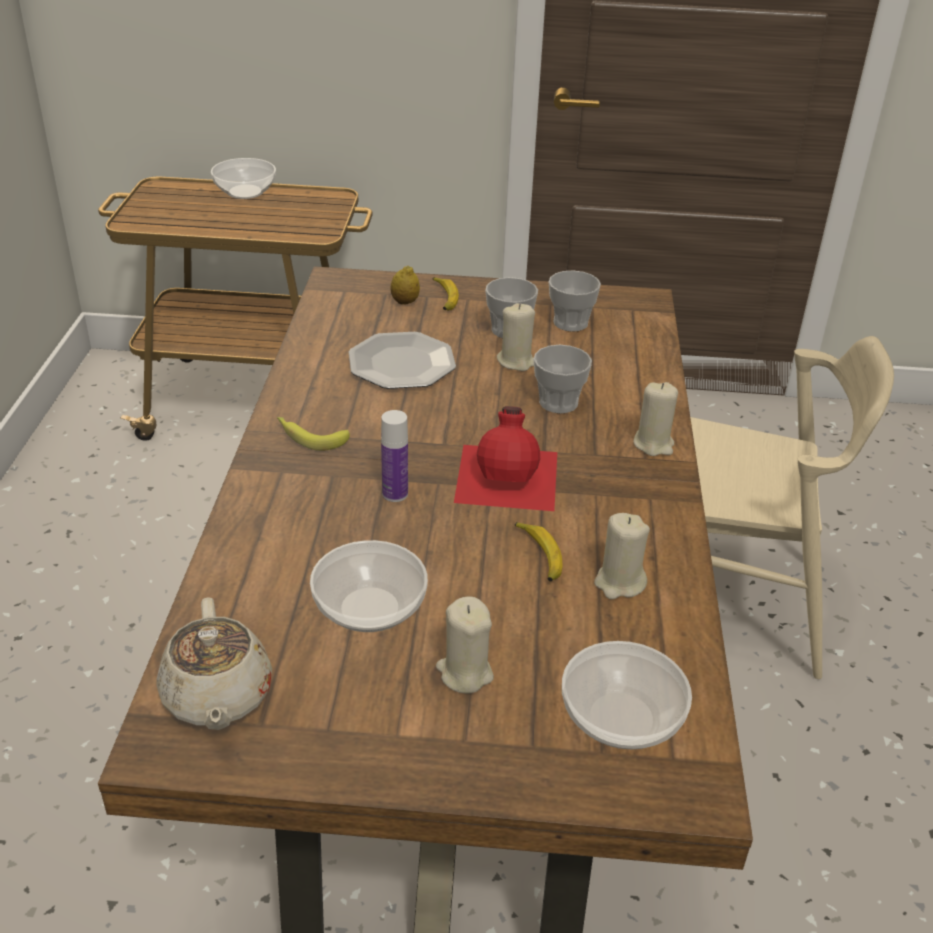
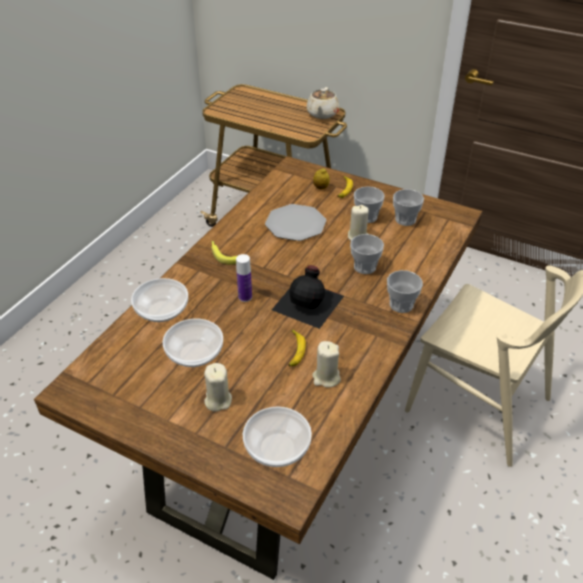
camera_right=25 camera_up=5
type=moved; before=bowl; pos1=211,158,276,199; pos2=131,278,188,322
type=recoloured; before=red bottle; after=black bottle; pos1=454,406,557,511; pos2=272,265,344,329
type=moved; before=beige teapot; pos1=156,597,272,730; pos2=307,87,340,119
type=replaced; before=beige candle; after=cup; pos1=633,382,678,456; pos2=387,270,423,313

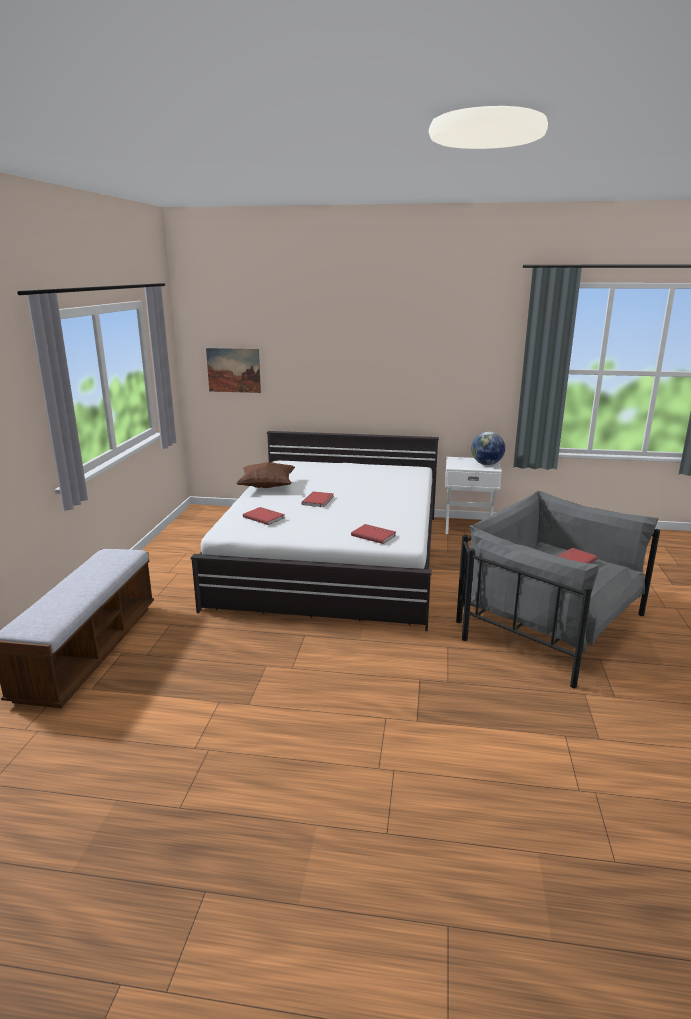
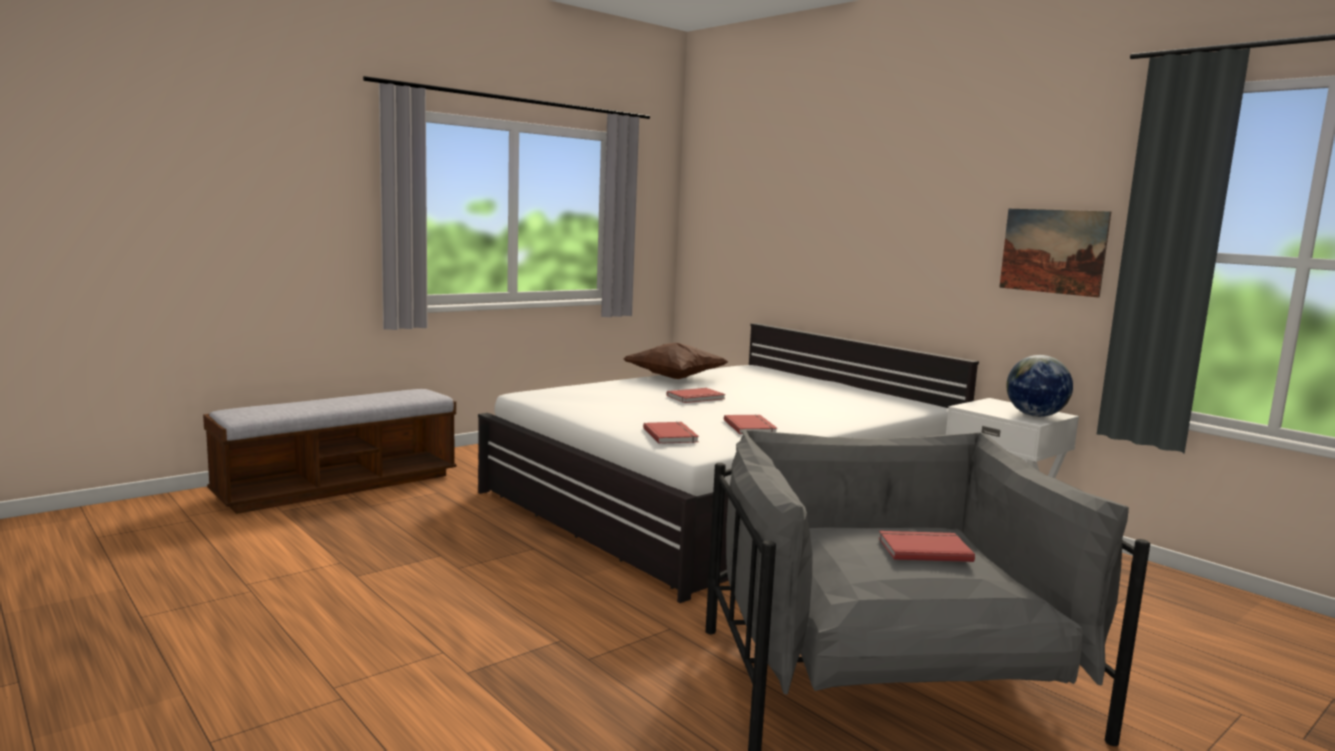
camera_right=40 camera_up=-10
type=moved; before=red book; pos1=243,507,285,525; pos2=724,414,777,434
type=moved; before=picture; pos1=206,348,261,393; pos2=999,209,1111,298

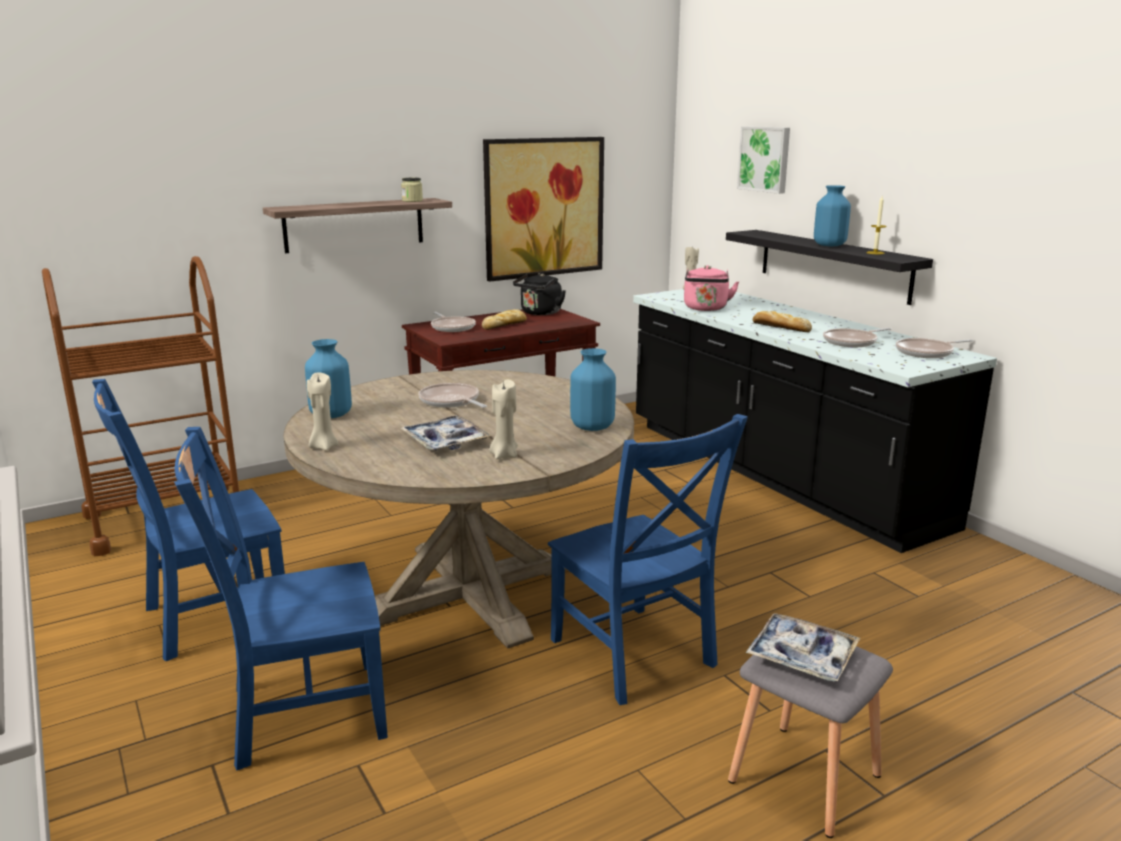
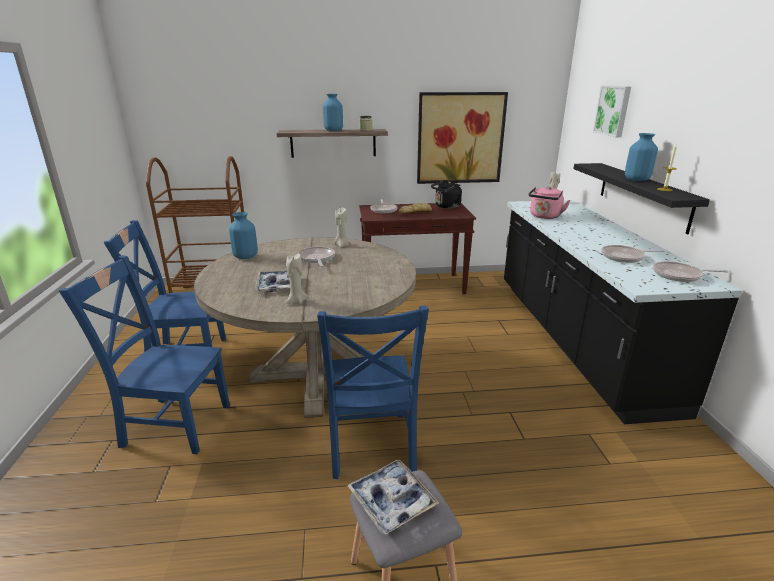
camera_right=25 camera_up=5
type=moved; before=blue vase; pos1=570,348,616,431; pos2=323,94,343,131
type=moved; before=beige candle; pos1=307,373,338,450; pos2=334,207,349,247
type=removed; before=bread; pos1=753,311,812,332

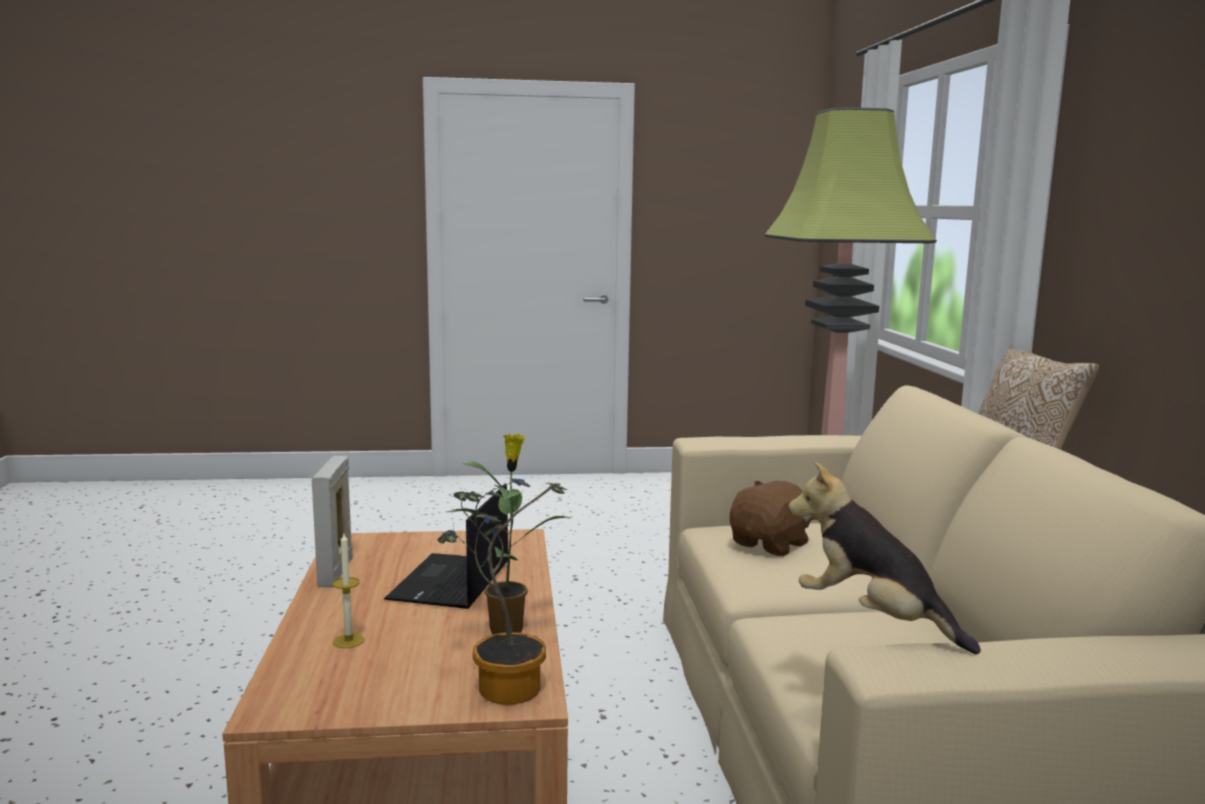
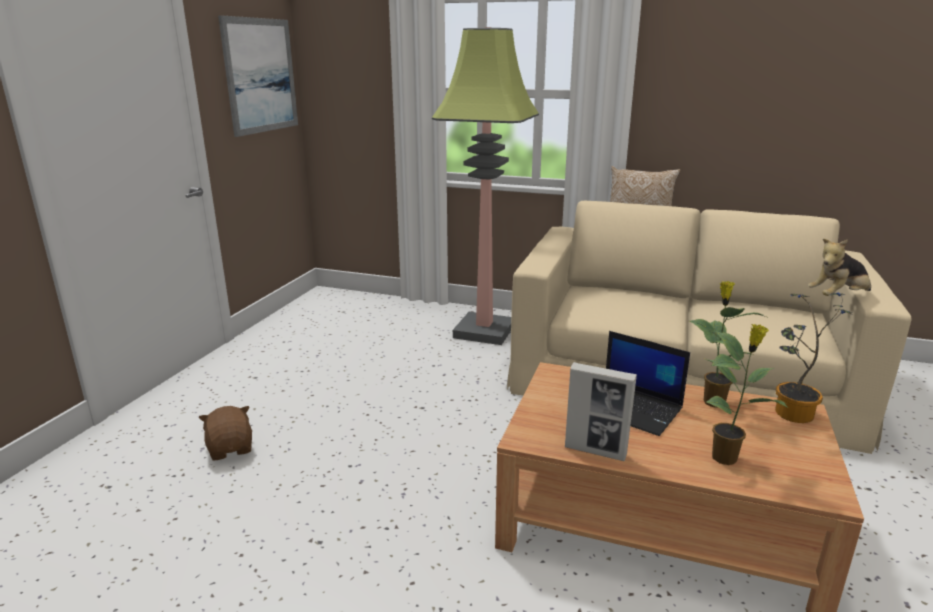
camera_right=-65 camera_up=10
type=moved; before=brown plush toy; pos1=730,481,811,556; pos2=199,406,252,460
type=added; after=picture; pos2=218,15,298,137
type=replaced; before=candle; after=potted plant; pos1=332,533,364,648; pos2=705,324,788,465

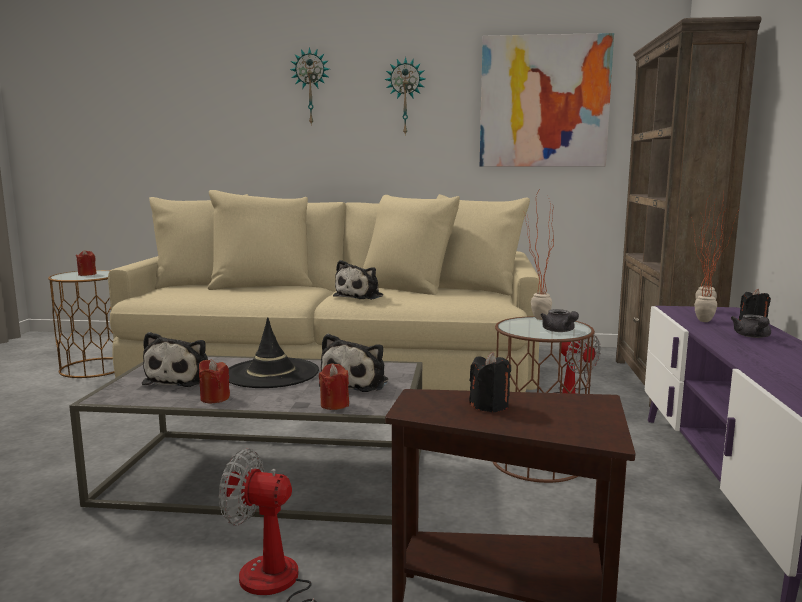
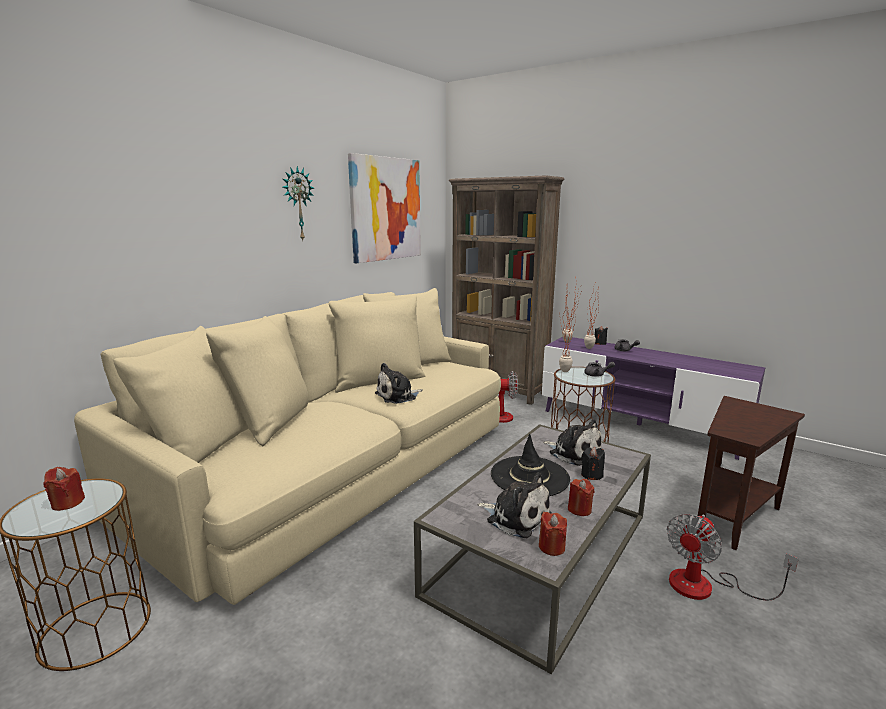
camera_right=-60 camera_up=5
type=turned; before=plush toy; pos1=333,260,383,300; pos2=375,363,423,404; turn=90
type=moved; before=red candle; pos1=318,363,349,410; pos2=539,512,567,556
type=moved; before=black candle; pos1=469,352,511,412; pos2=581,447,605,480
type=removed; before=wall clock; pos1=290,47,329,126

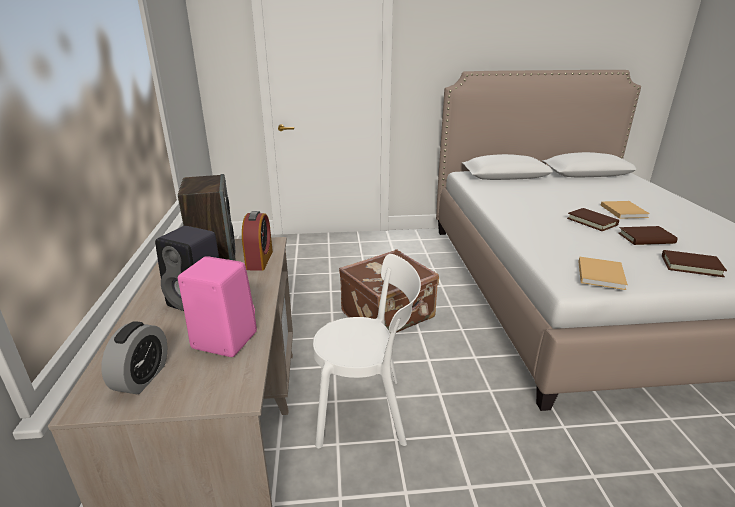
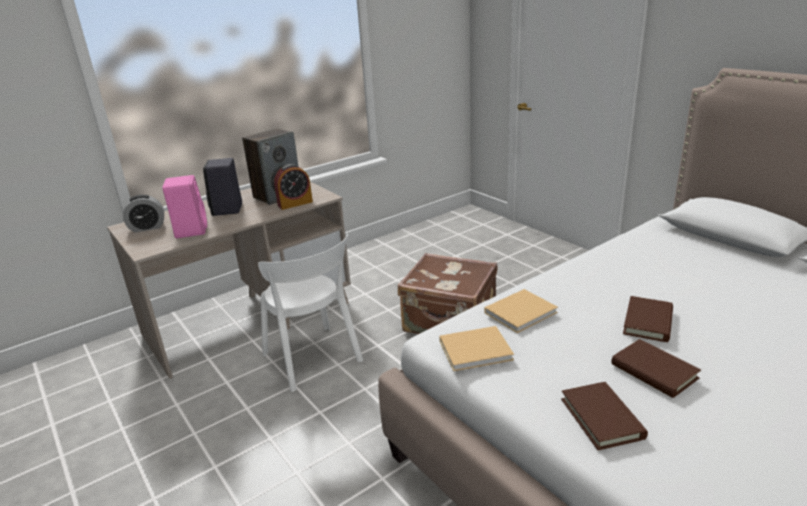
camera_right=60 camera_up=0
type=moved; before=beige book; pos1=600,201,650,219; pos2=484,289,558,333

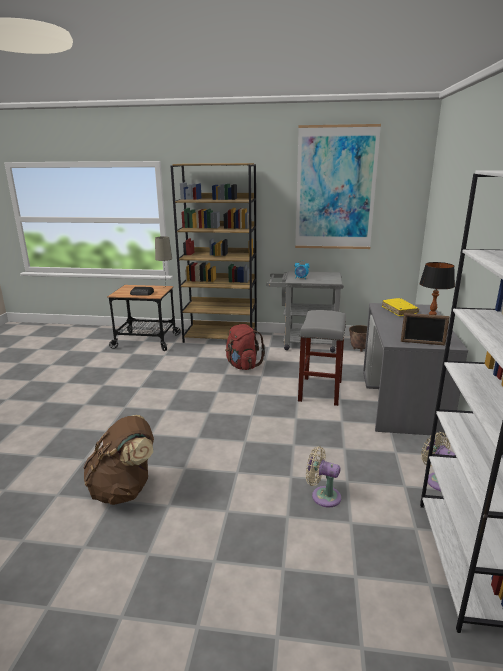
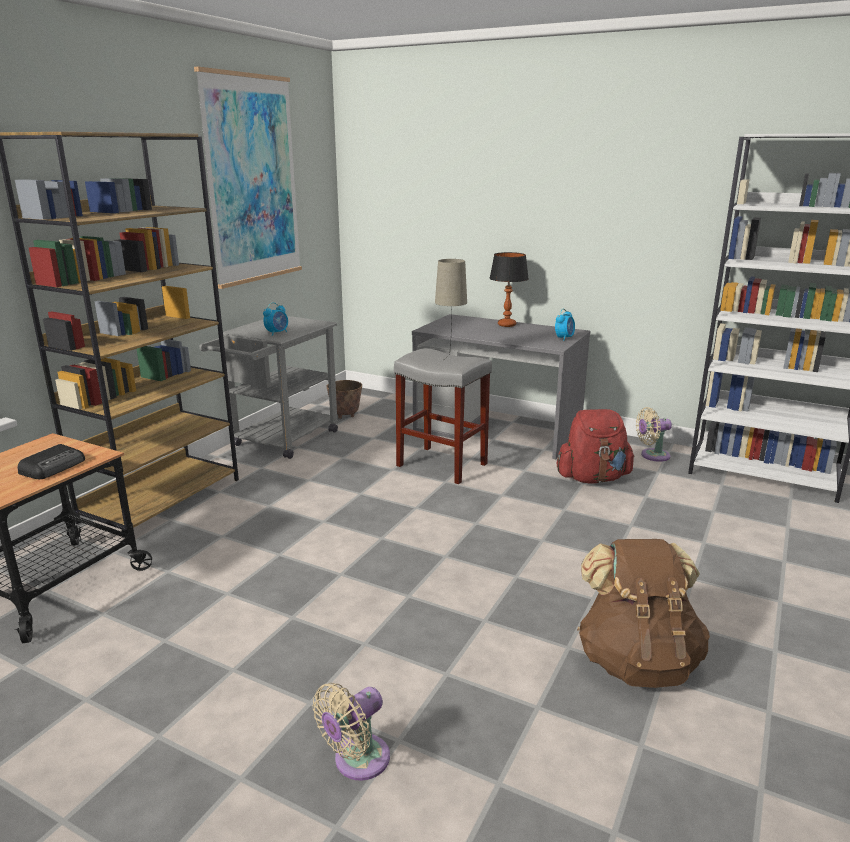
camera_right=-70 camera_up=0
type=moved; before=beige fan; pos1=306,446,341,507; pos2=313,683,390,780
type=moved; before=beige table lamp; pos1=155,236,172,283; pos2=435,259,467,359
type=replaced; before=picture frame; after=alarm clock; pos1=401,313,450,345; pos2=555,309,575,341
type=moved; before=red backpack; pos1=225,324,265,370; pos2=557,409,635,483
type=removed; before=yellow book; pos1=382,298,419,316

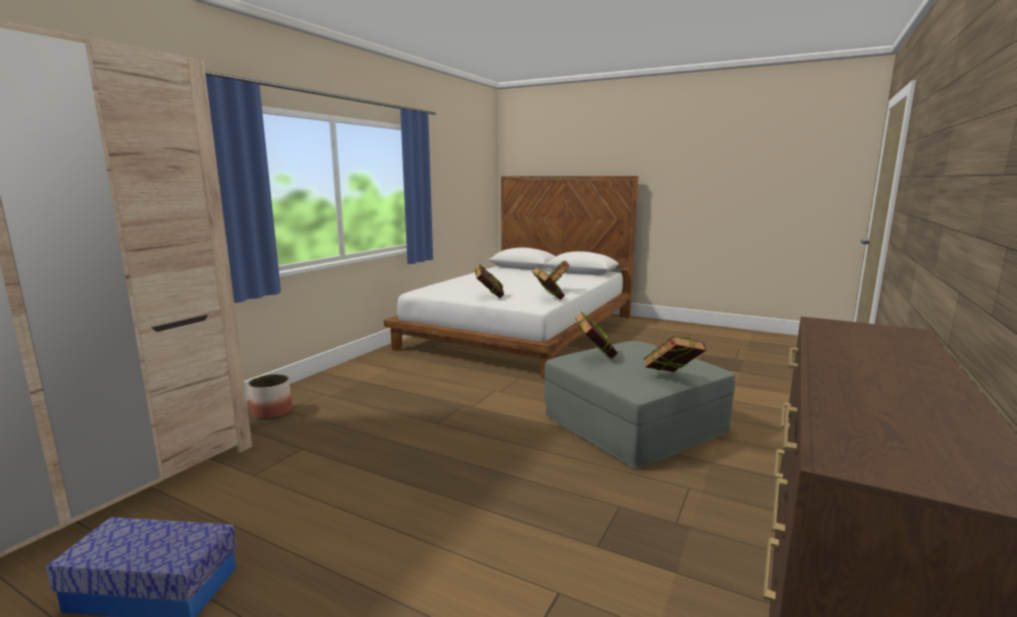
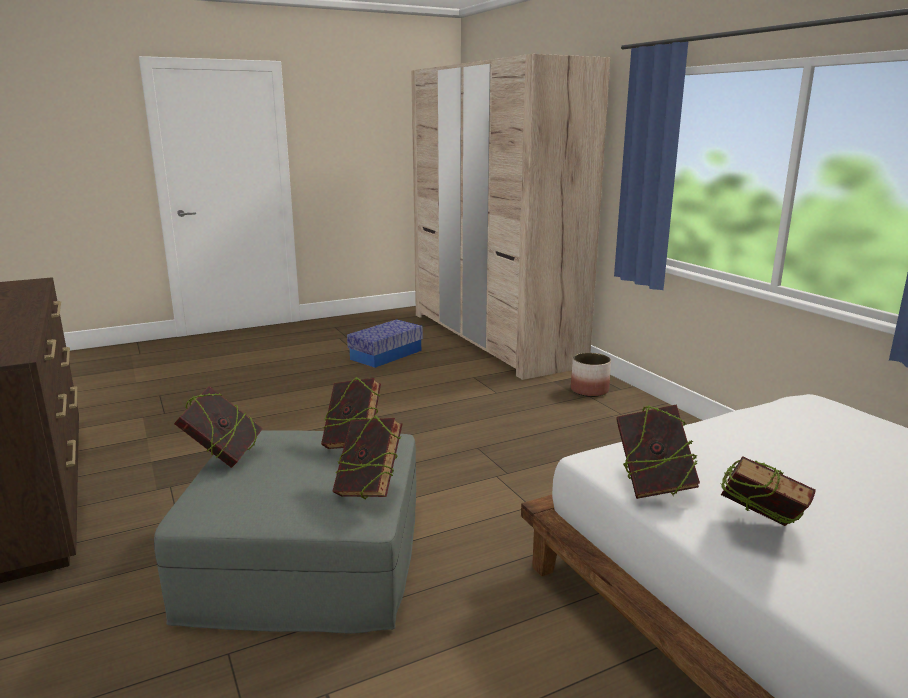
camera_right=125 camera_up=5
type=moved; before=book; pos1=475,264,504,298; pos2=332,415,402,499

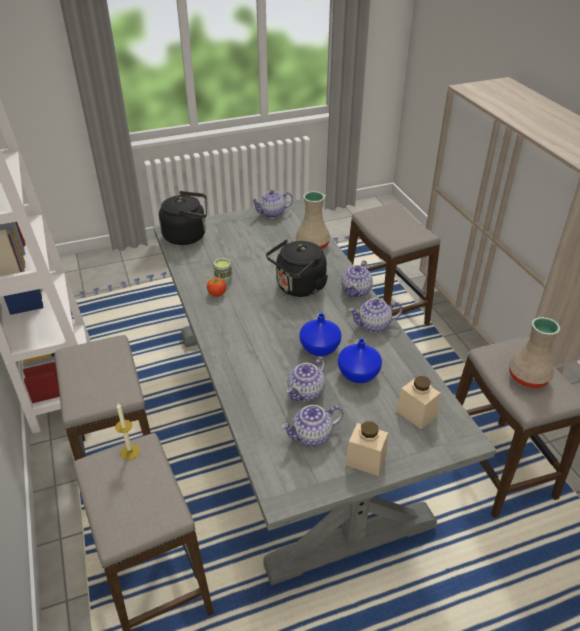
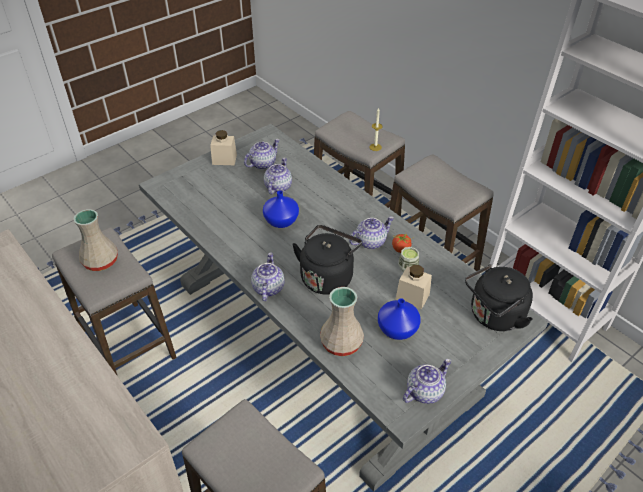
camera_right=160 camera_up=5
type=moved; before=teapot; pos1=349,298,402,333; pos2=349,216,394,249
type=moved; before=blue vase; pos1=338,339,382,383; pos2=378,299,421,340
type=moved; before=beige jar; pos1=396,376,441,429; pos2=396,265,432,309

